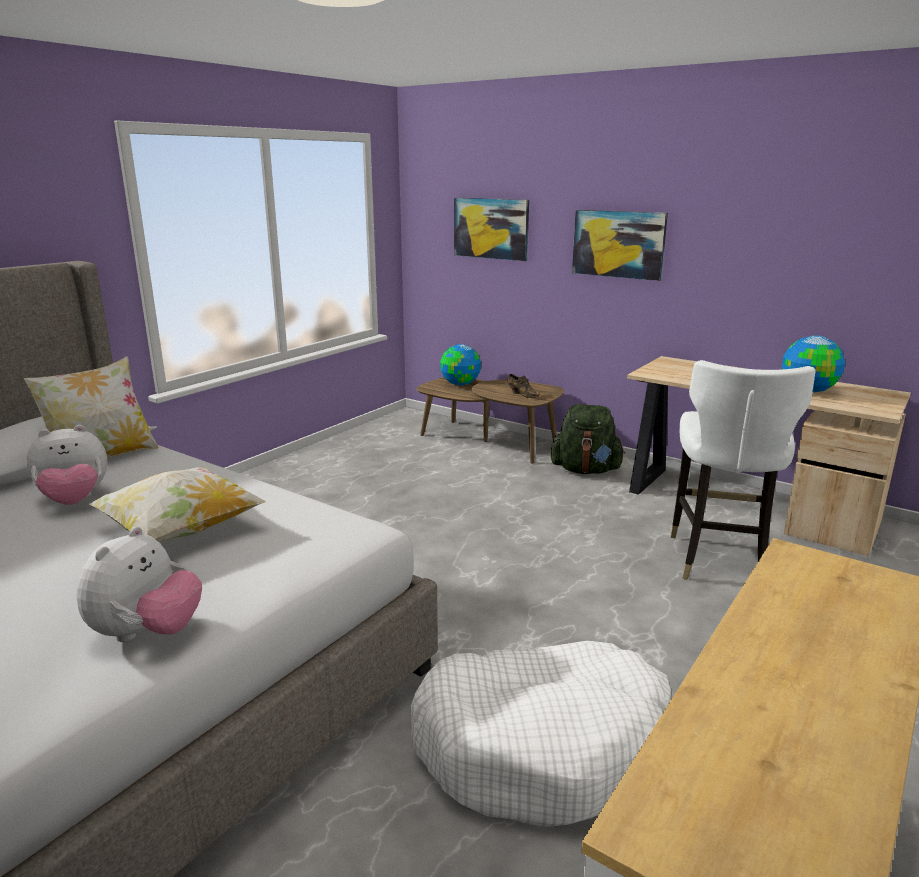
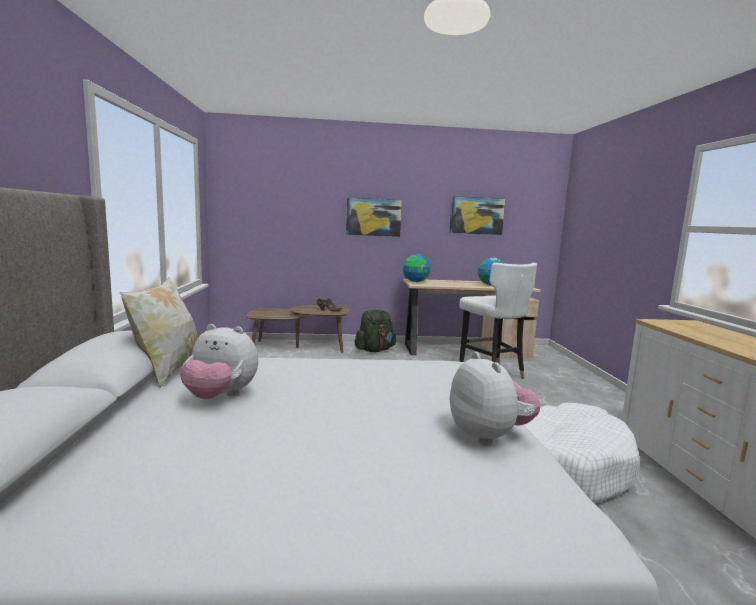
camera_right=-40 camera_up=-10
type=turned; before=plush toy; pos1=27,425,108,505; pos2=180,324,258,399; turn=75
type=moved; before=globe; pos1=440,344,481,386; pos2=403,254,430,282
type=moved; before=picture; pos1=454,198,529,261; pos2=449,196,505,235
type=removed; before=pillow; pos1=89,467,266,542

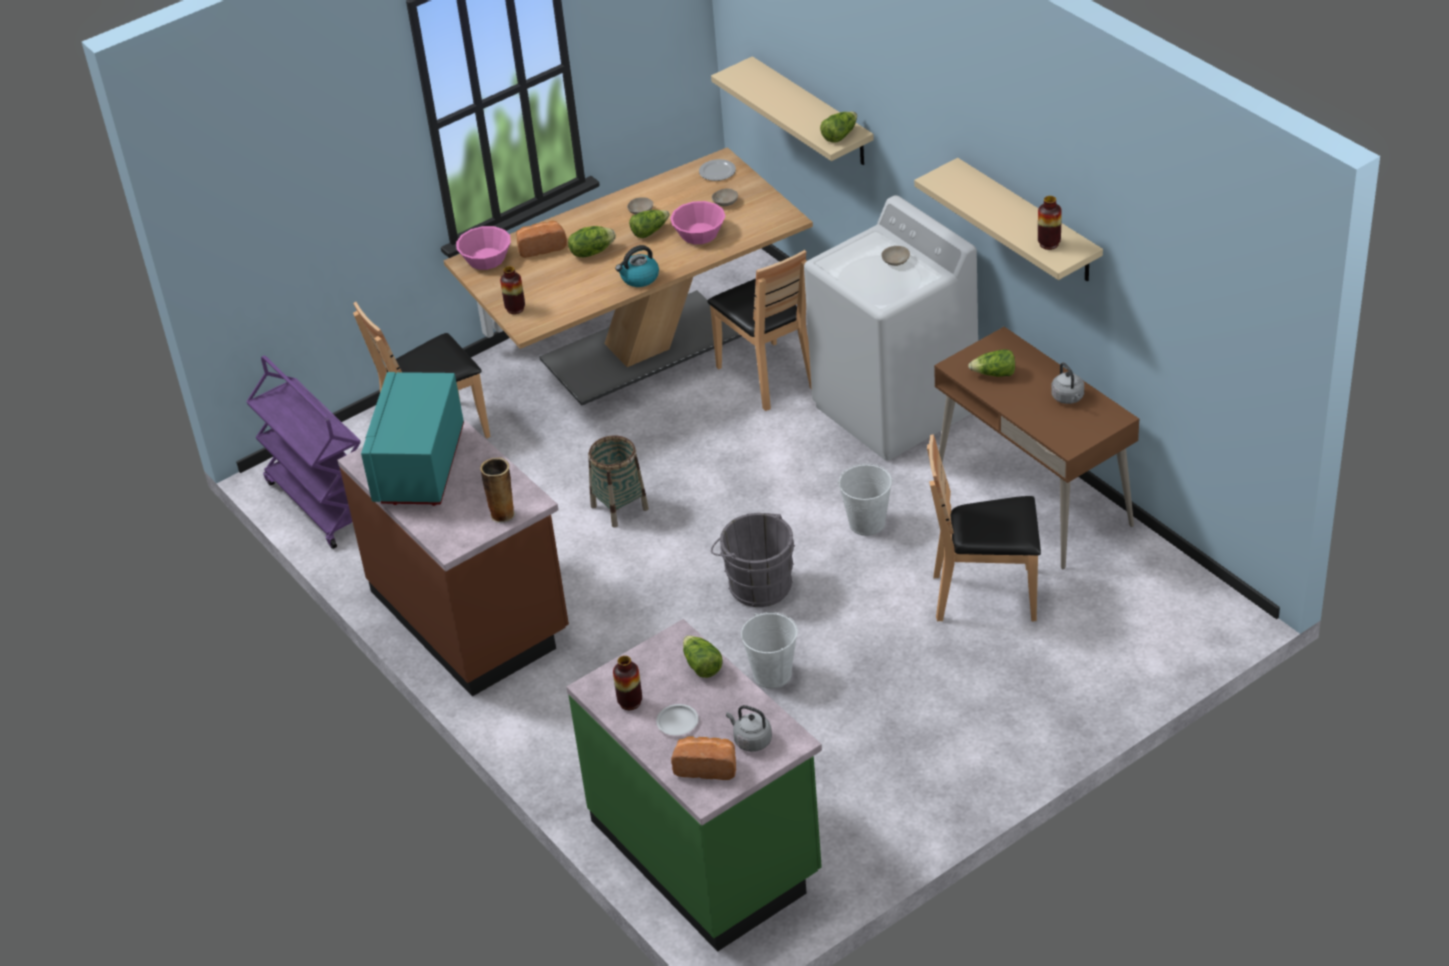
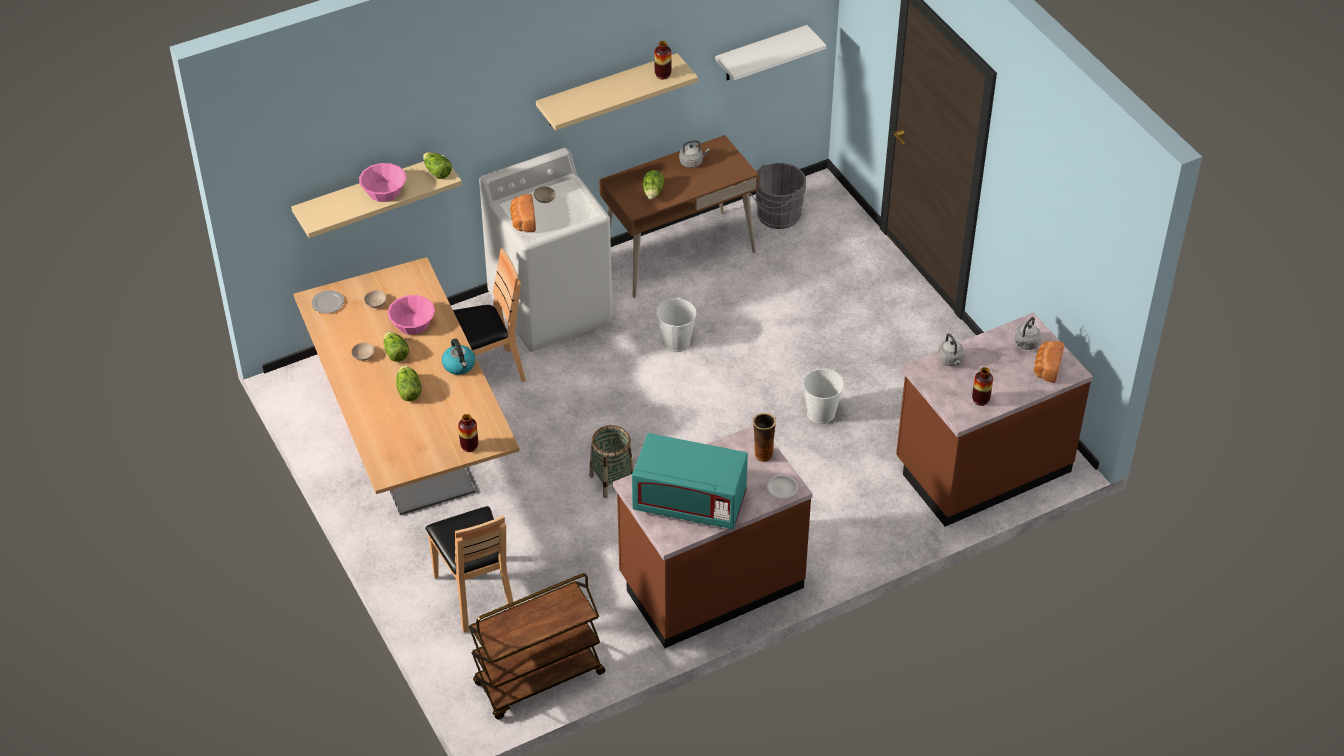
camera_right=-85 camera_up=5
type=moved; before=pink bowl; pos1=456,226,511,270; pos2=359,163,406,202
type=recoloured; before=purple cart; after=brown cart; pos1=246,355,361,549; pos2=469,573,605,720
type=moved; before=bread; pos1=516,221,567,258; pos2=510,194,536,232
type=added; after=white shelf; pos2=715,25,826,80
type=moved; before=grey bucket; pos1=711,513,795,607; pos2=750,163,806,229
type=moved; before=white plate; pos1=656,704,699,735; pos2=767,475,798,498
type=recoloured; before=green counter; after=brown counter; pos1=566,619,822,952; pos2=896,312,1093,527
type=replaced; before=lettuce; after=grey kettle; pos1=683,635,723,678; pos2=938,333,964,366
type=removed; before=brown chair; pos1=927,434,1041,621

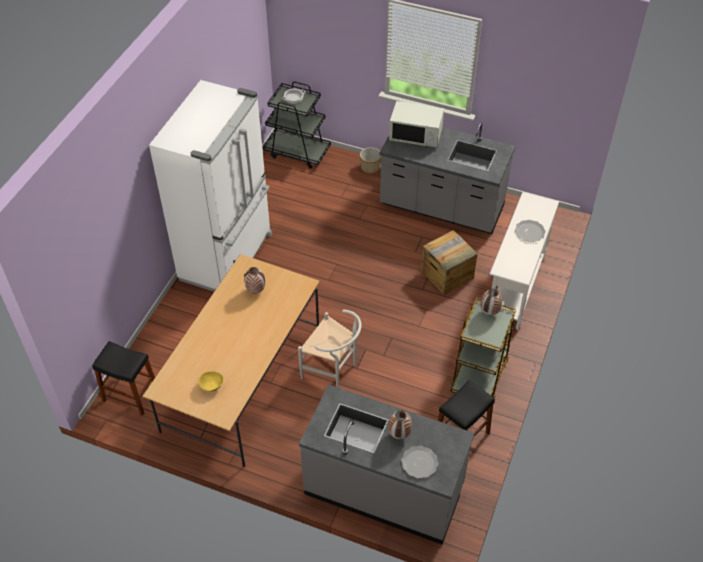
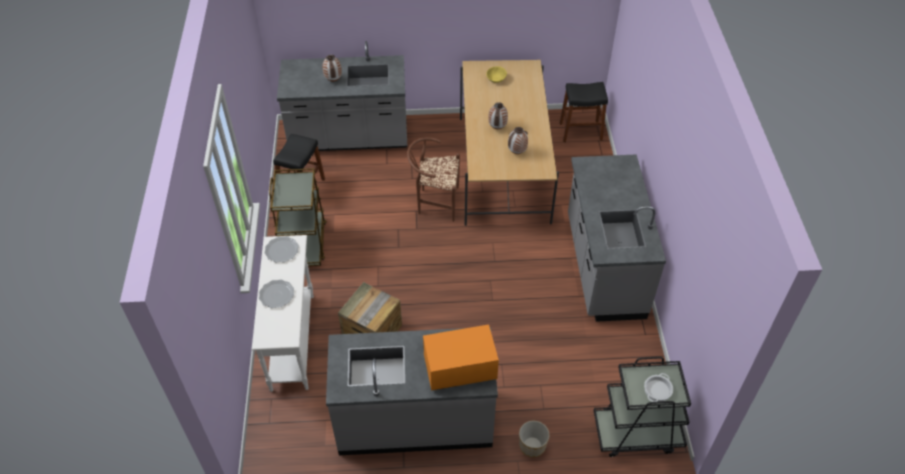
camera_right=155 camera_up=0
type=moved; before=plate; pos1=401,446,439,479; pos2=264,236,299,263
type=recoloured; before=white chair; after=brown chair; pos1=298,310,362,388; pos2=407,137,460,222
type=recoloured; before=white microwave; after=orange microwave; pos1=389,101,444,148; pos2=423,324,499,391
type=moved; before=vase; pos1=480,288,502,315; pos2=488,102,508,129
type=replaced; before=white fridge; after=grey counter; pos1=149,80,272,291; pos2=568,154,666,322

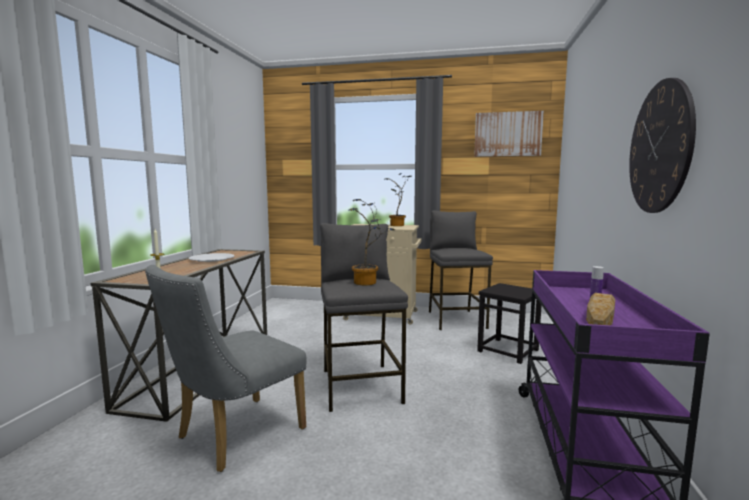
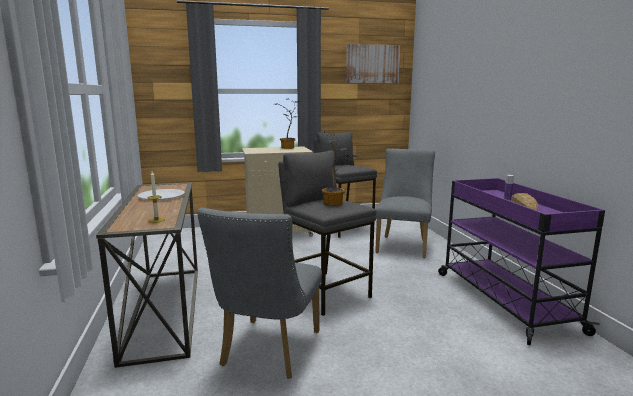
camera_right=-25 camera_up=5
type=replaced; before=black stool; after=grey chair; pos1=477,283,542,364; pos2=375,149,435,258
type=removed; before=wall clock; pos1=629,78,696,213

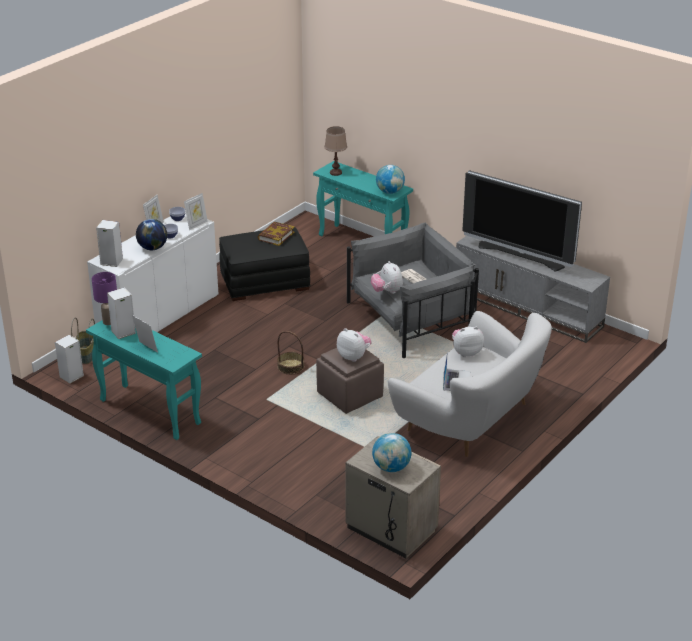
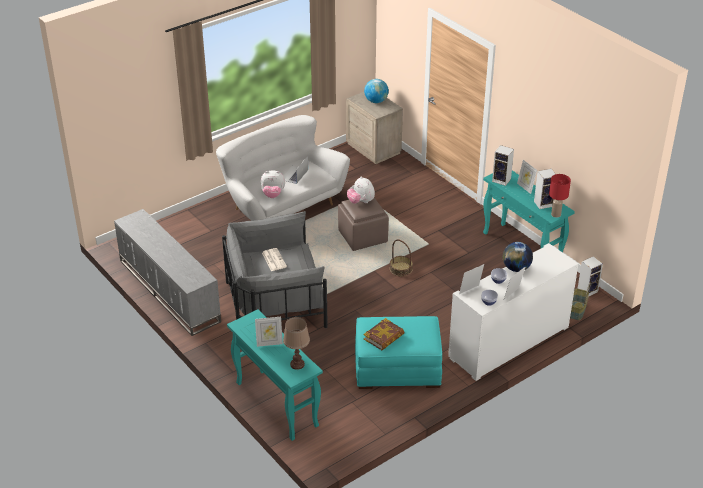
camera_right=-165 camera_up=5
type=added; after=picture frame; pos2=255,317,283,347
type=recoloured; before=black ottoman; after=turquoise ottoman; pos1=219,227,310,301; pos2=355,316,442,389
type=moved; before=speaker; pos1=96,220,123,267; pos2=492,145,514,186
type=recoloured; before=purple table lamp; after=red table lamp; pos1=92,272,117,325; pos2=549,174,571,218
type=removed; before=plush toy; pos1=371,261,403,294
type=removed; before=globe; pos1=376,165,405,194
type=removed; before=television; pos1=462,170,582,271

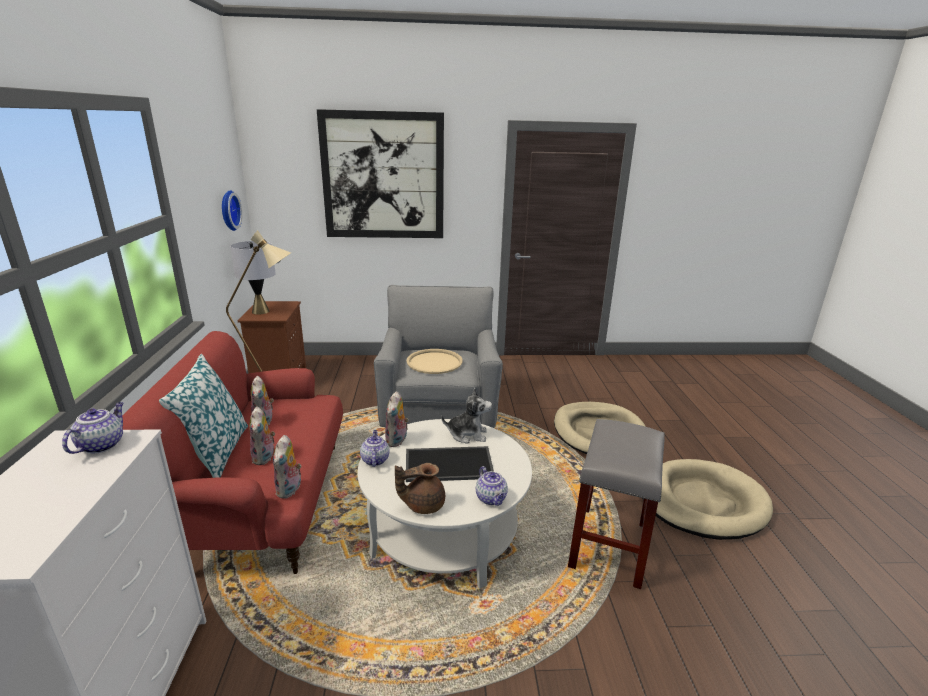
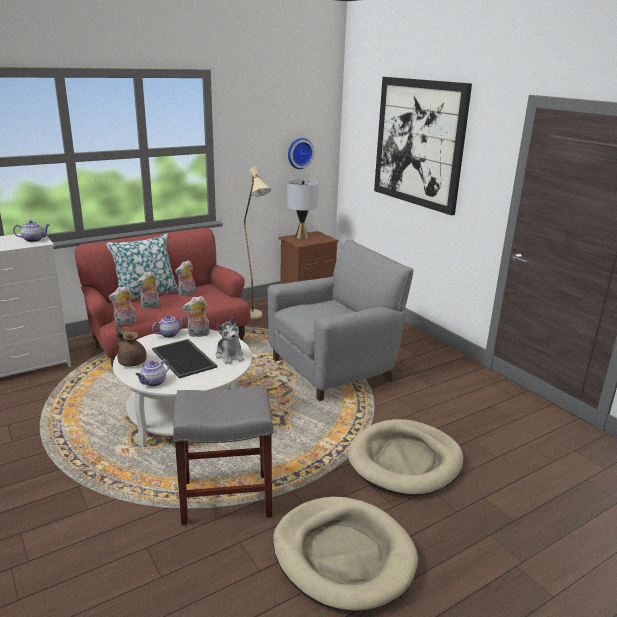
camera_right=60 camera_up=0
type=removed; before=beige tray; pos1=406,349,463,374

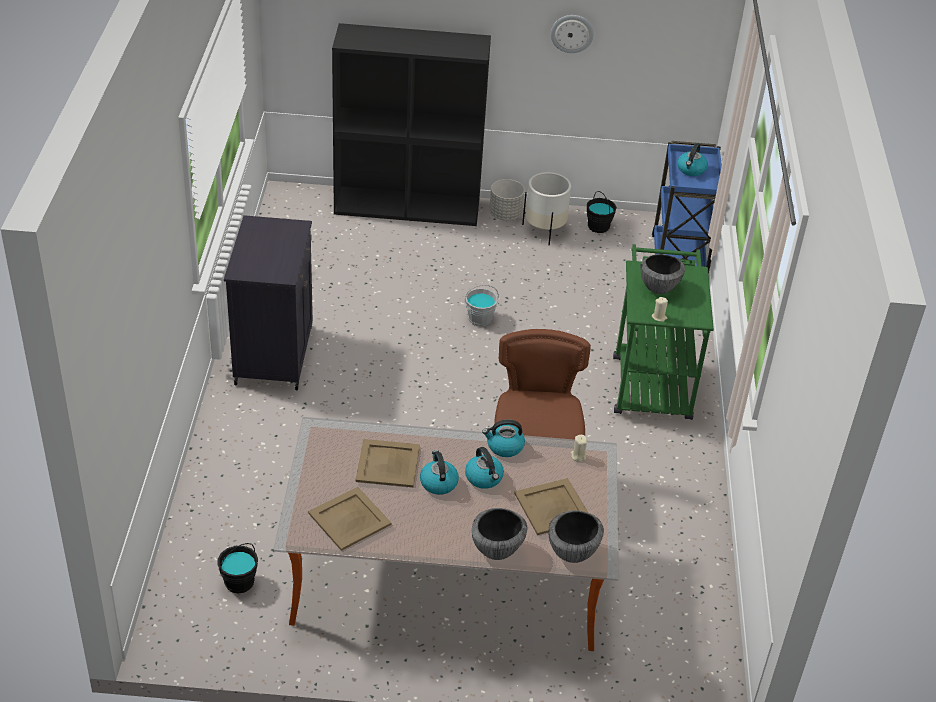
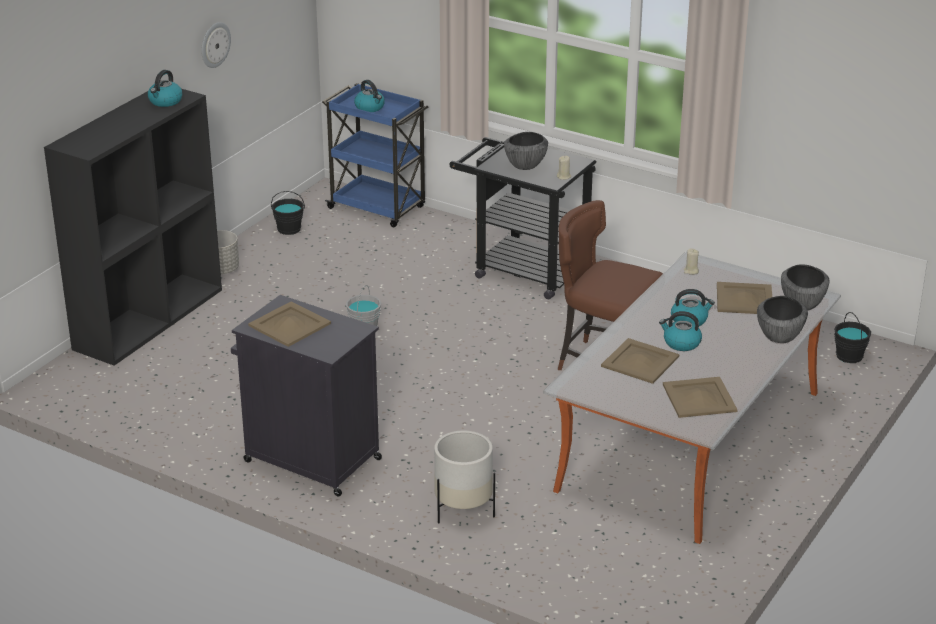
camera_right=-60 camera_up=-10
type=moved; before=kettle; pos1=482,420,525,457; pos2=148,70,183,107
type=added; after=beige tray; pos2=248,301,331,347
type=moved; before=white planter; pos1=522,172,571,246; pos2=434,430,495,524
type=recoloured; before=green cart; after=black cart; pos1=613,244,714,420; pos2=449,137,596,299
type=moved; before=black bucket; pos1=218,543,258,594; pos2=834,312,871,363

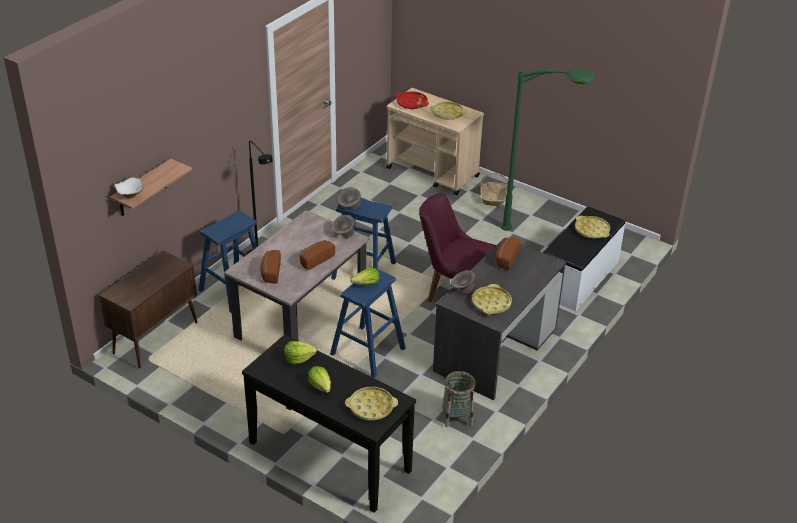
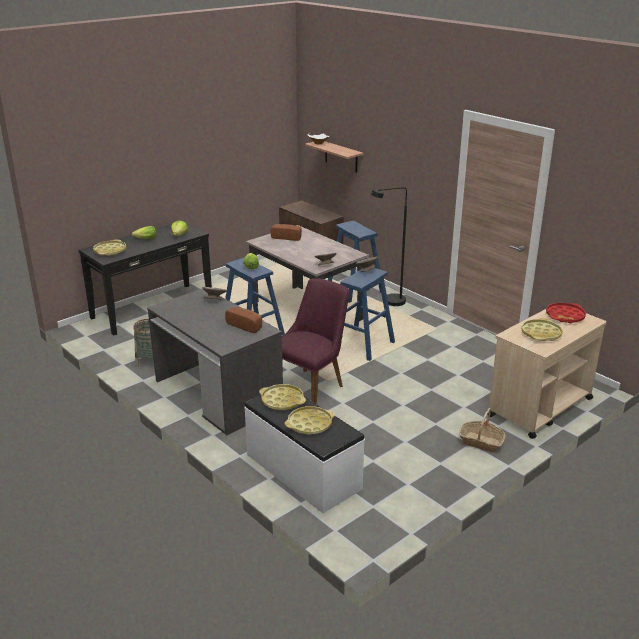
camera_right=105 camera_up=-10
type=moved; before=yellow tray; pos1=472,284,512,315; pos2=259,384,306,410
type=removed; before=bread; pos1=299,240,335,270
type=removed; before=green floor lamp; pos1=500,68,595,231

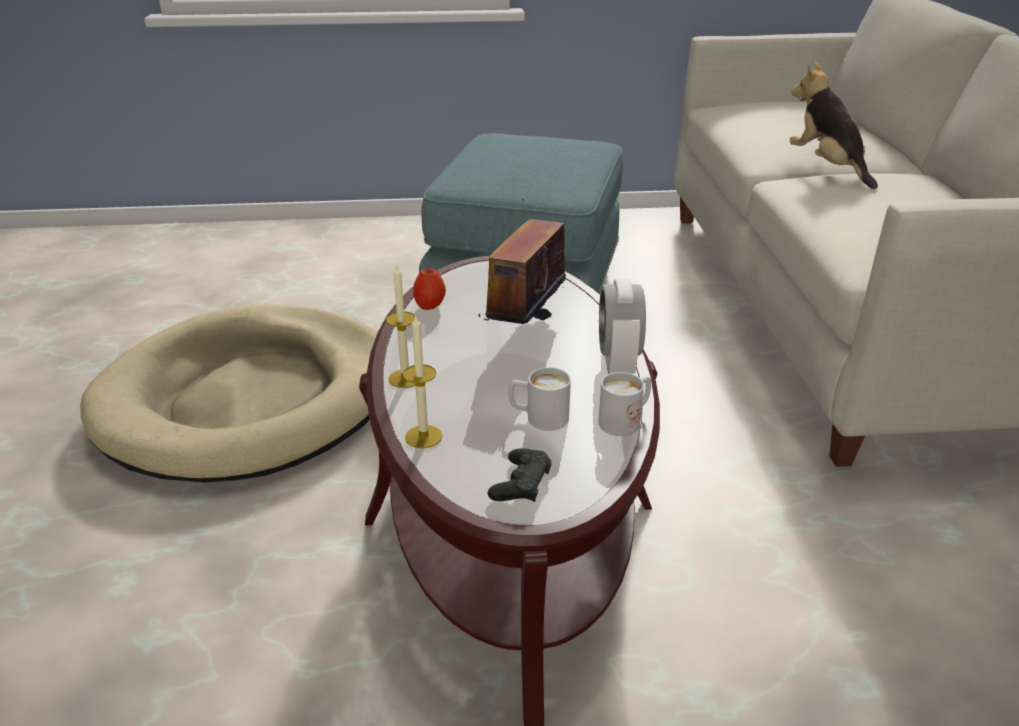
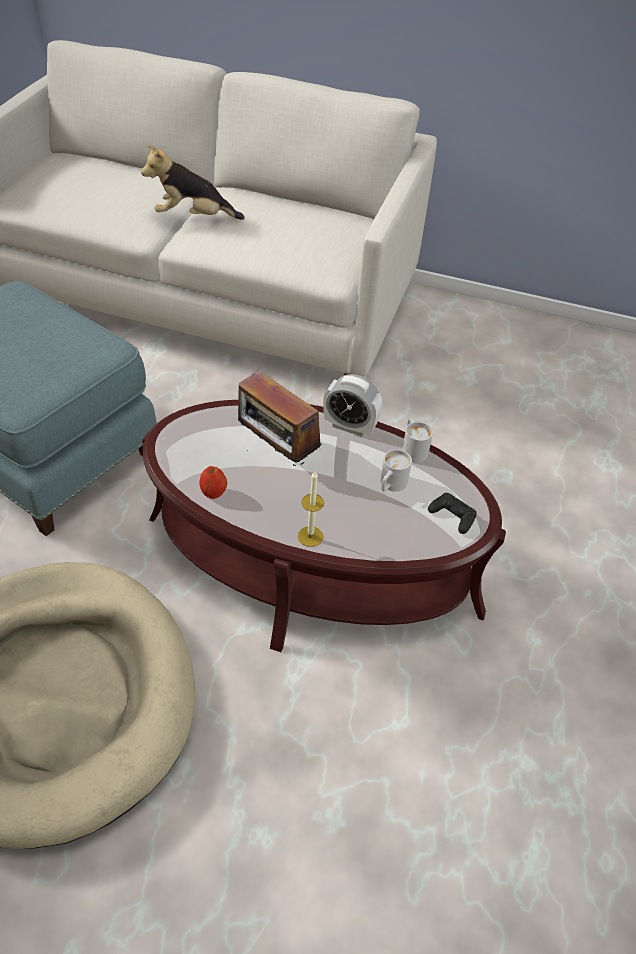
camera_right=-70 camera_up=15
type=removed; before=candle; pos1=403,316,443,448

